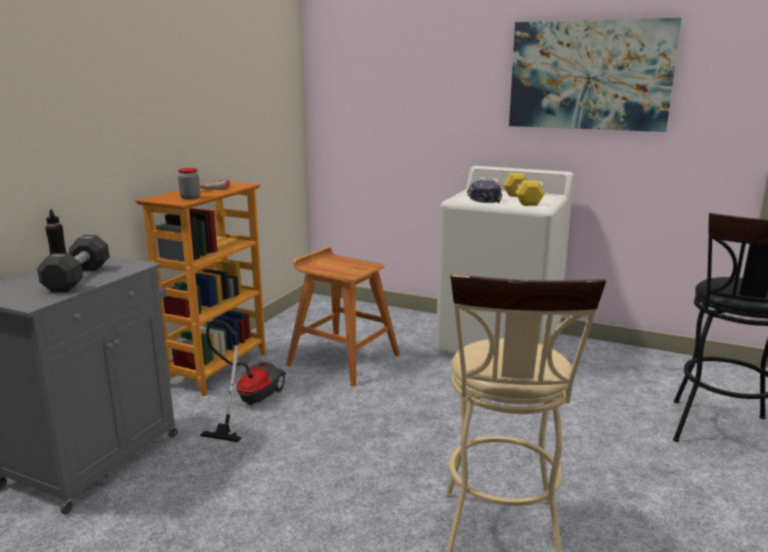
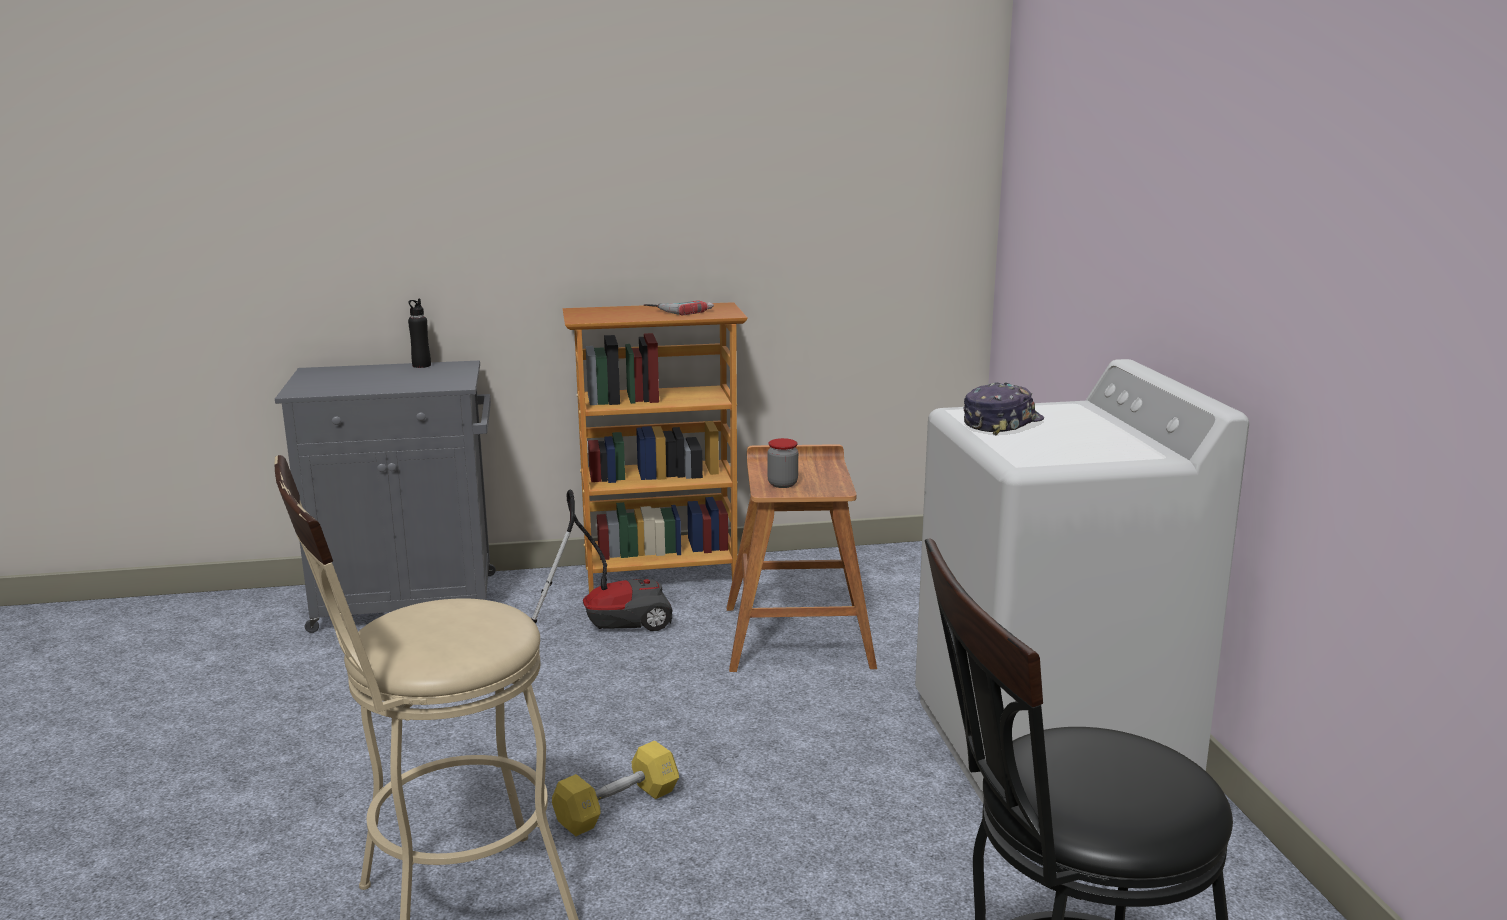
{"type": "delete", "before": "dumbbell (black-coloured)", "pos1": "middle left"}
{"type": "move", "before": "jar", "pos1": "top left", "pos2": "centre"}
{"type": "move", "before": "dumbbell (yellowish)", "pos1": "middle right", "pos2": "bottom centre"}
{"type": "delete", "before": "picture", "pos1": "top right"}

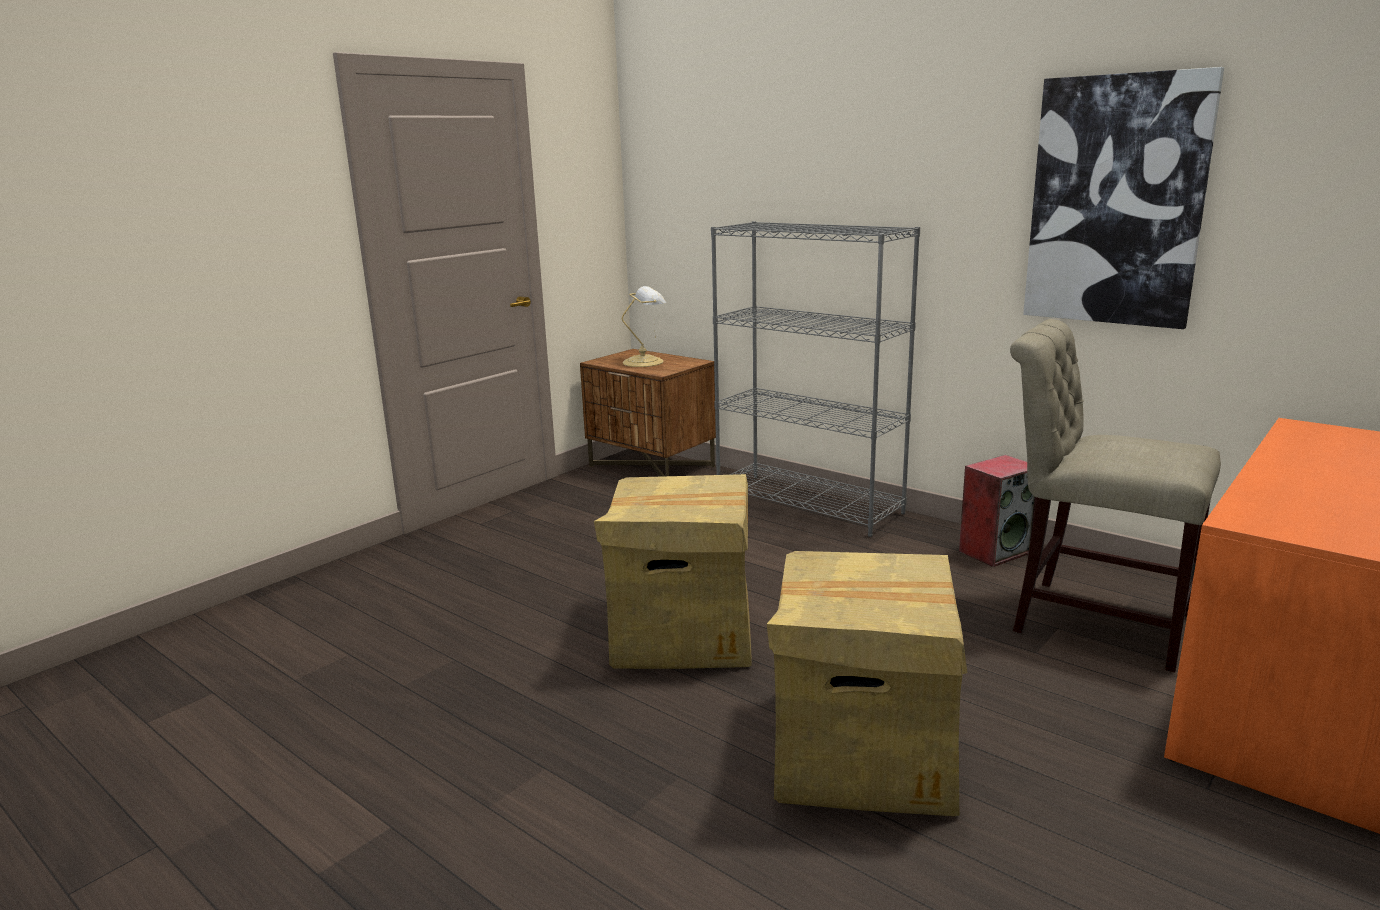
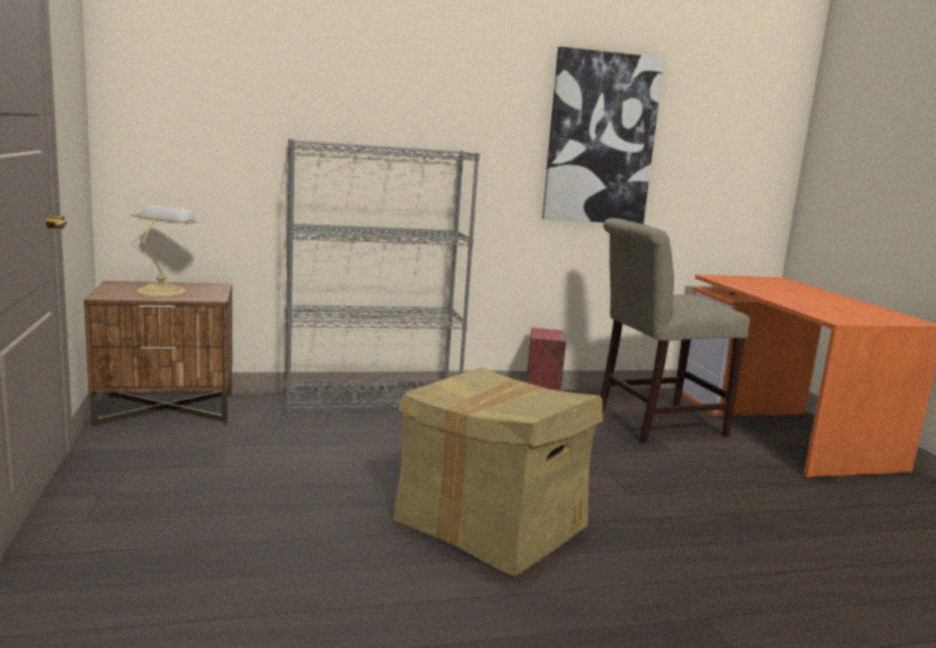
{"type": "delete", "before": "cardboard box (2nd from left)", "pos1": "bottom centre"}

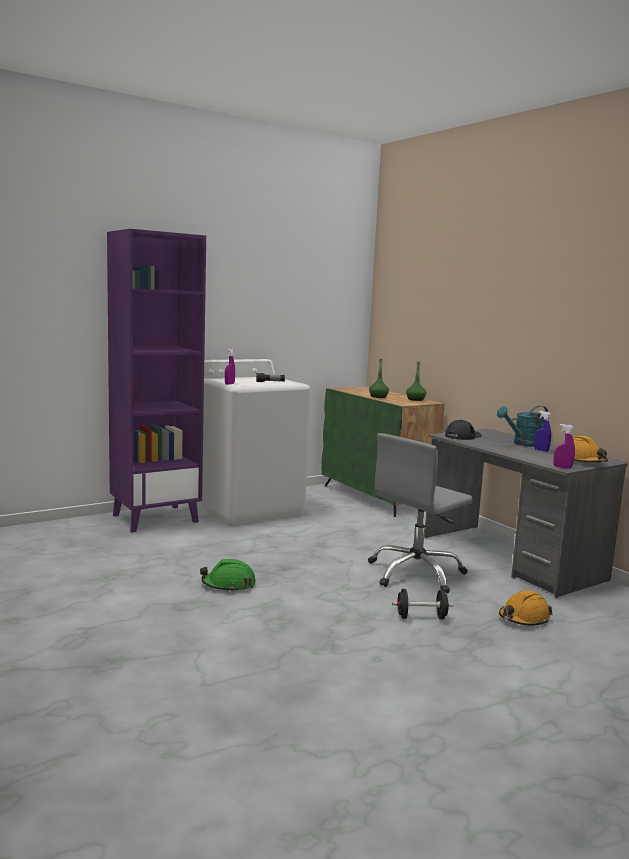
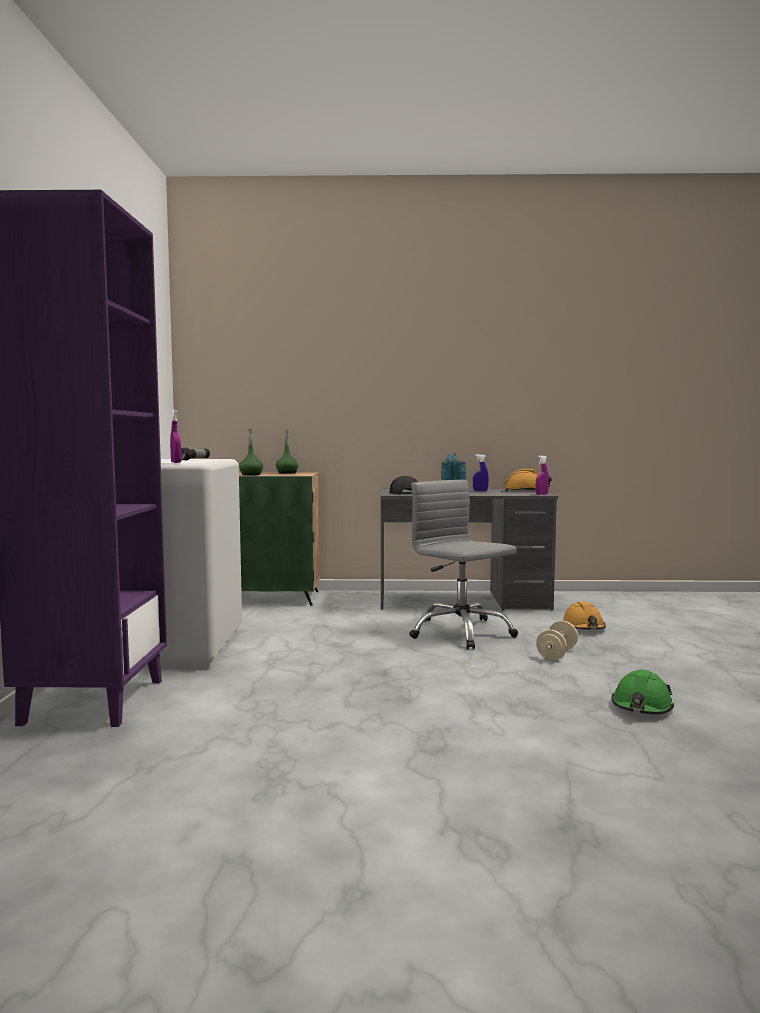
{"type": "move", "before": "hard hat (green)", "pos1": "bottom centre", "pos2": "bottom right"}
{"type": "rotate", "before": "computer chair (gray)", "pos1": "middle right", "pos2": "centre", "turn": 150}
{"type": "recolor", "before": "dumbbell (black-coloured)", "after": "dumbbell (beige)", "pos1": "bottom right", "pos2": "middle right"}

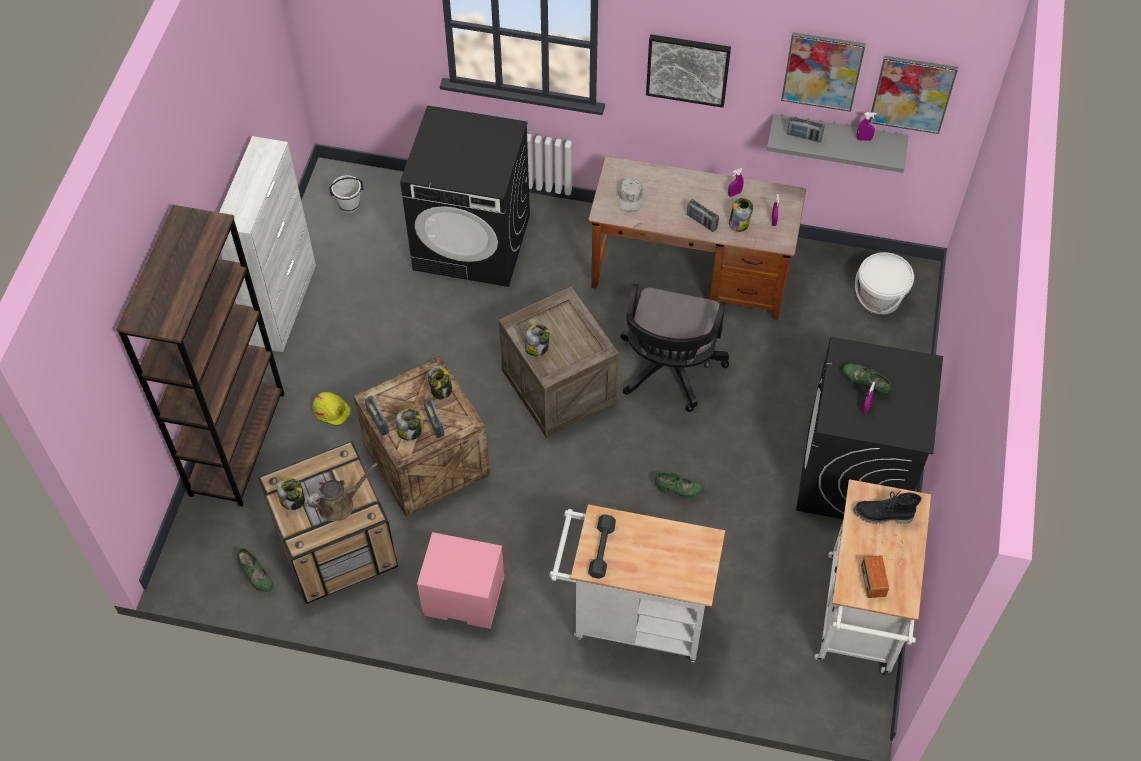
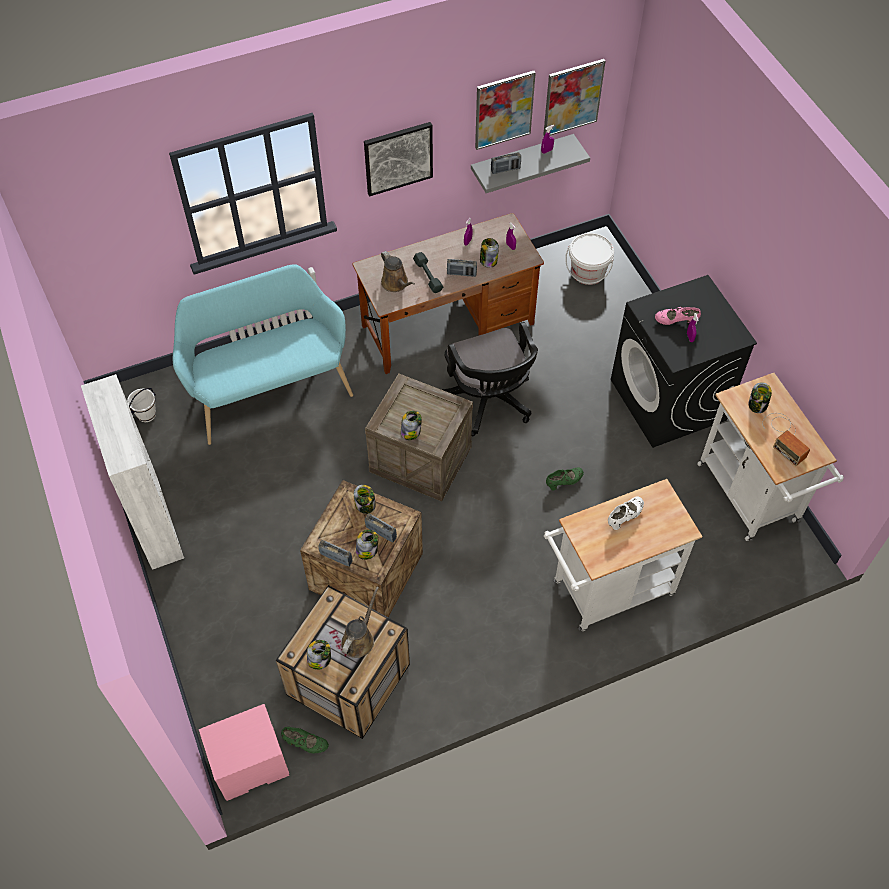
{"type": "delete", "before": "shelving unit (brown-coloured)", "pos1": "middle left"}
{"type": "delete", "before": "hard hat (yellowish)", "pos1": "middle left"}
{"type": "replace", "before": "laundry appliance (black-coloured) (1st from left)", "after": "indoor bench (turquoise)", "pos1": "top centre", "pos2": "middle left"}
{"type": "move", "before": "nightstand (pinkish)", "pos1": "bottom centre", "pos2": "bottom left"}
{"type": "move", "before": "dumbbell (gray)", "pos1": "bottom centre", "pos2": "top centre"}
{"type": "replace", "before": "cap (white-coloured)", "after": "watering pot (brown-coloured) (2nd from left)", "pos1": "top centre", "pos2": "top centre"}
{"type": "recolor", "before": "shoe (green) (3rd from left)", "after": "shoe (pinkish)", "pos1": "middle right", "pos2": "middle right"}
{"type": "replace", "before": "tall boot (black-coloured)", "after": "jar (6th from left)", "pos1": "middle right", "pos2": "middle right"}
{"type": "insert", "after": "shoe (white-coloured)", "pos2": "middle right"}

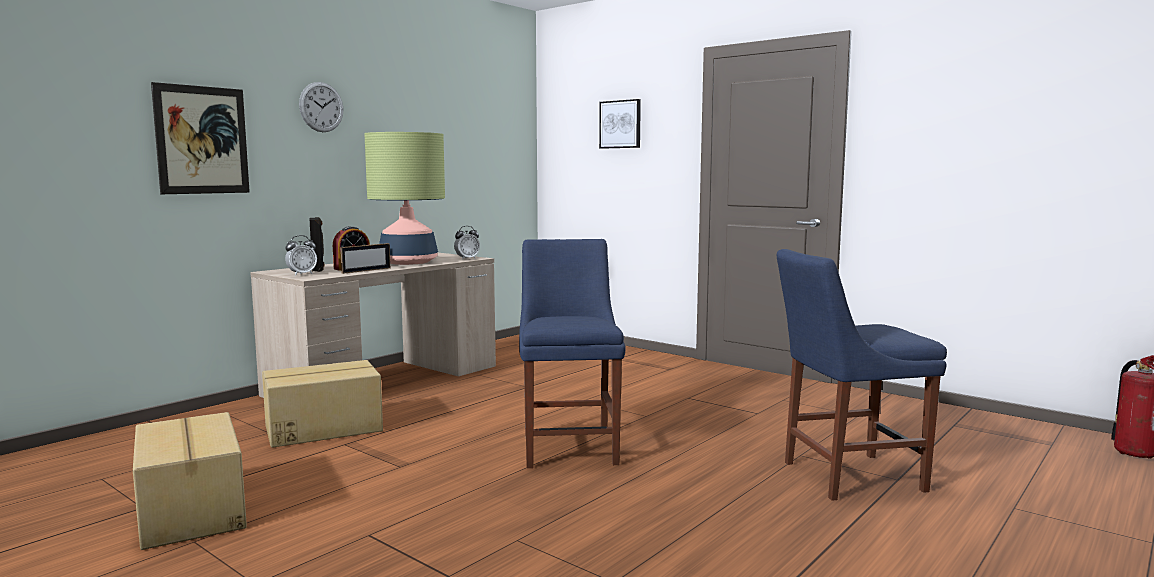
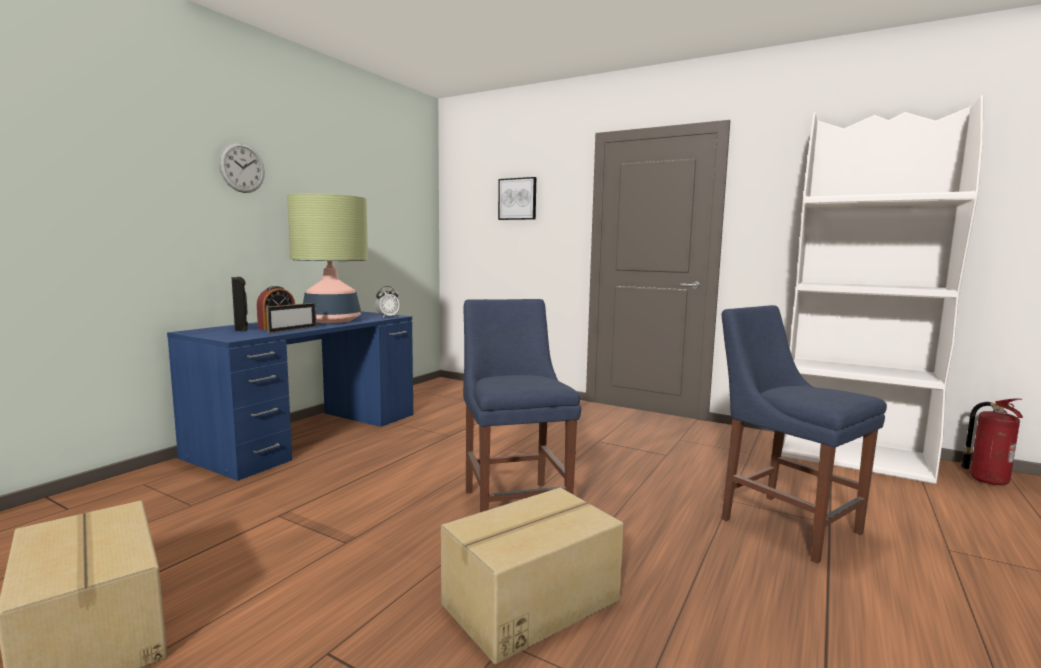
{"type": "delete", "before": "picture (1st from left)", "pos1": "top left"}
{"type": "recolor", "before": "desk (beige)", "after": "desk (blue)", "pos1": "middle left", "pos2": "middle left"}
{"type": "move", "before": "cardboard box (2nd from left)", "pos1": "bottom left", "pos2": "bottom centre"}
{"type": "delete", "before": "table clock (1st from left)", "pos1": "middle left"}
{"type": "rotate", "before": "upright chair (blue) (2nd from left)", "pos1": "middle right", "pos2": "middle right", "turn": 75}
{"type": "insert", "after": "shelving unit (white-coloured)", "pos2": "middle right"}

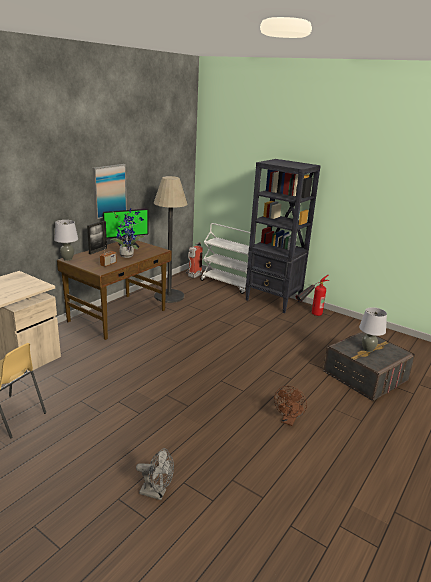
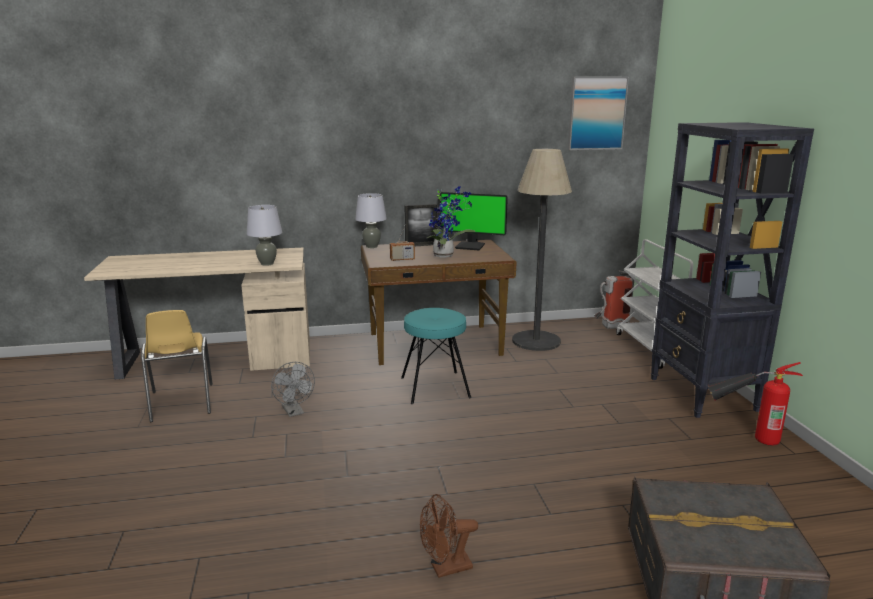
{"type": "move", "before": "picture", "pos1": "top left", "pos2": "top right"}
{"type": "move", "before": "cooling fan (gray)", "pos1": "bottom centre", "pos2": "centre"}
{"type": "move", "before": "lamp for a table (gray) (2nd from left in the first image)", "after": "lamp for a table (gray) (1st from left)", "pos1": "middle right", "pos2": "middle left"}
{"type": "insert", "after": "stool (turquoise)", "pos2": "centre"}

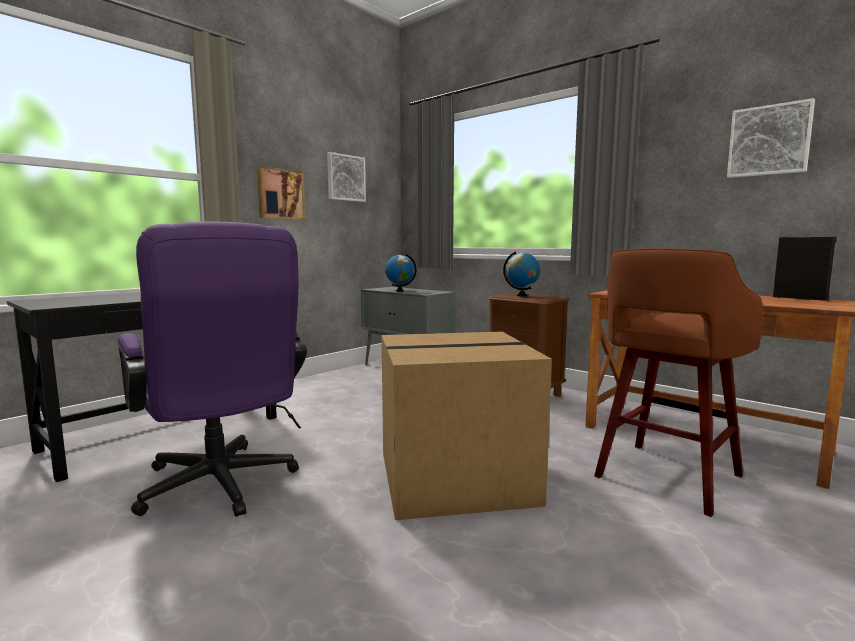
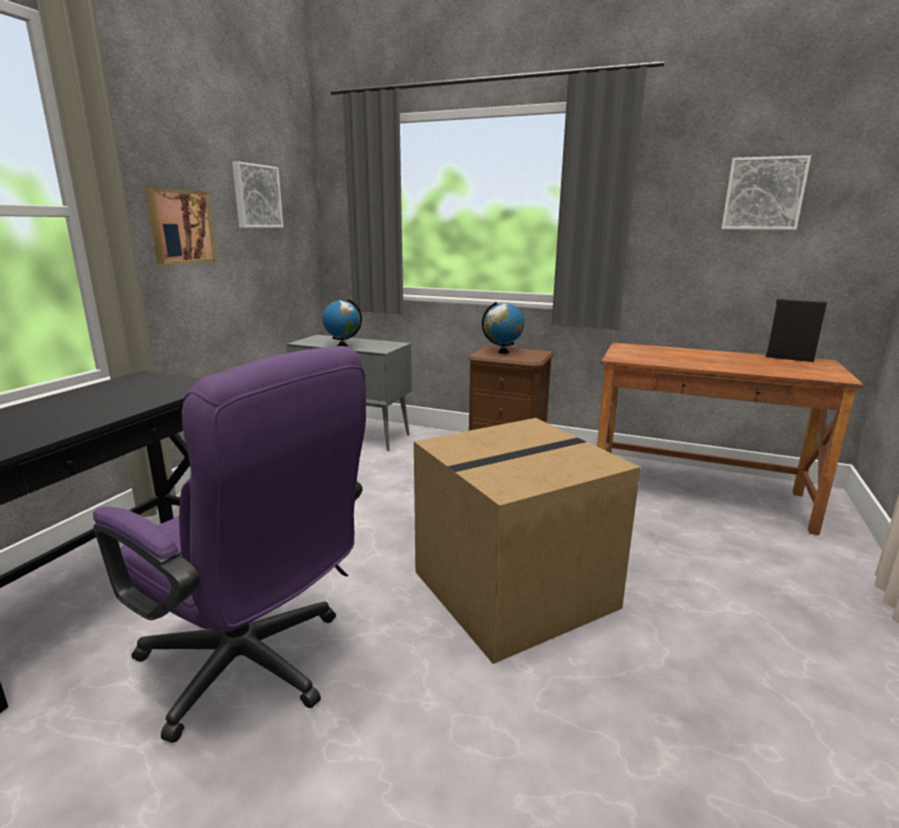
{"type": "delete", "before": "stool (brown-coloured)", "pos1": "middle right"}

